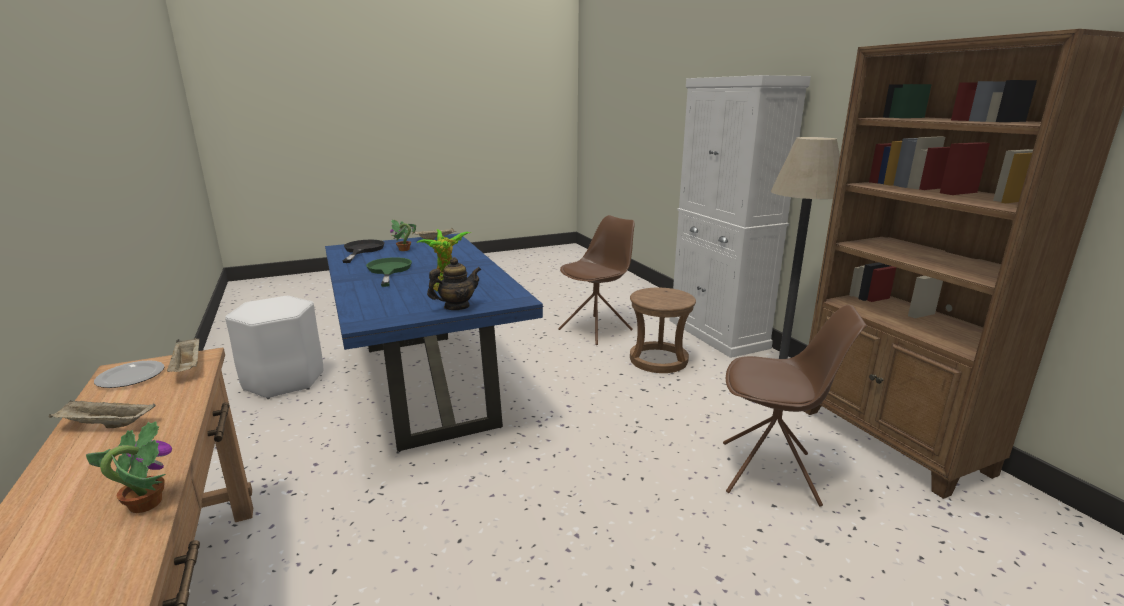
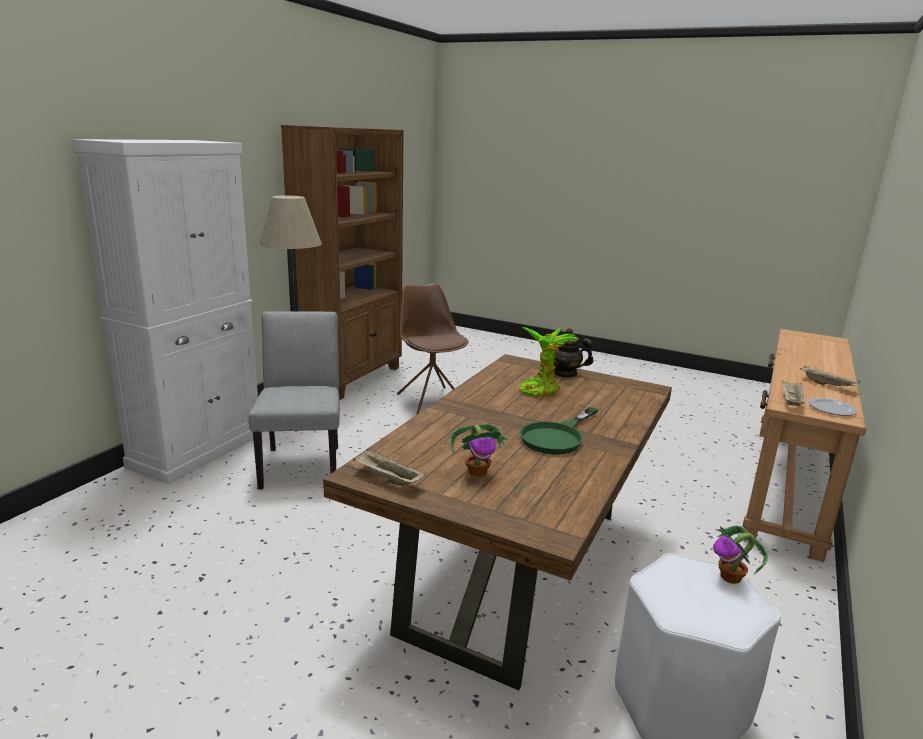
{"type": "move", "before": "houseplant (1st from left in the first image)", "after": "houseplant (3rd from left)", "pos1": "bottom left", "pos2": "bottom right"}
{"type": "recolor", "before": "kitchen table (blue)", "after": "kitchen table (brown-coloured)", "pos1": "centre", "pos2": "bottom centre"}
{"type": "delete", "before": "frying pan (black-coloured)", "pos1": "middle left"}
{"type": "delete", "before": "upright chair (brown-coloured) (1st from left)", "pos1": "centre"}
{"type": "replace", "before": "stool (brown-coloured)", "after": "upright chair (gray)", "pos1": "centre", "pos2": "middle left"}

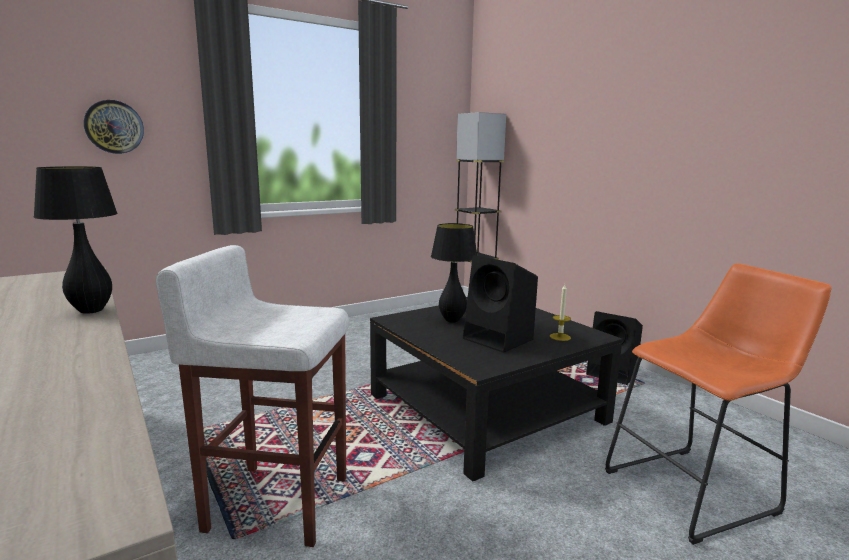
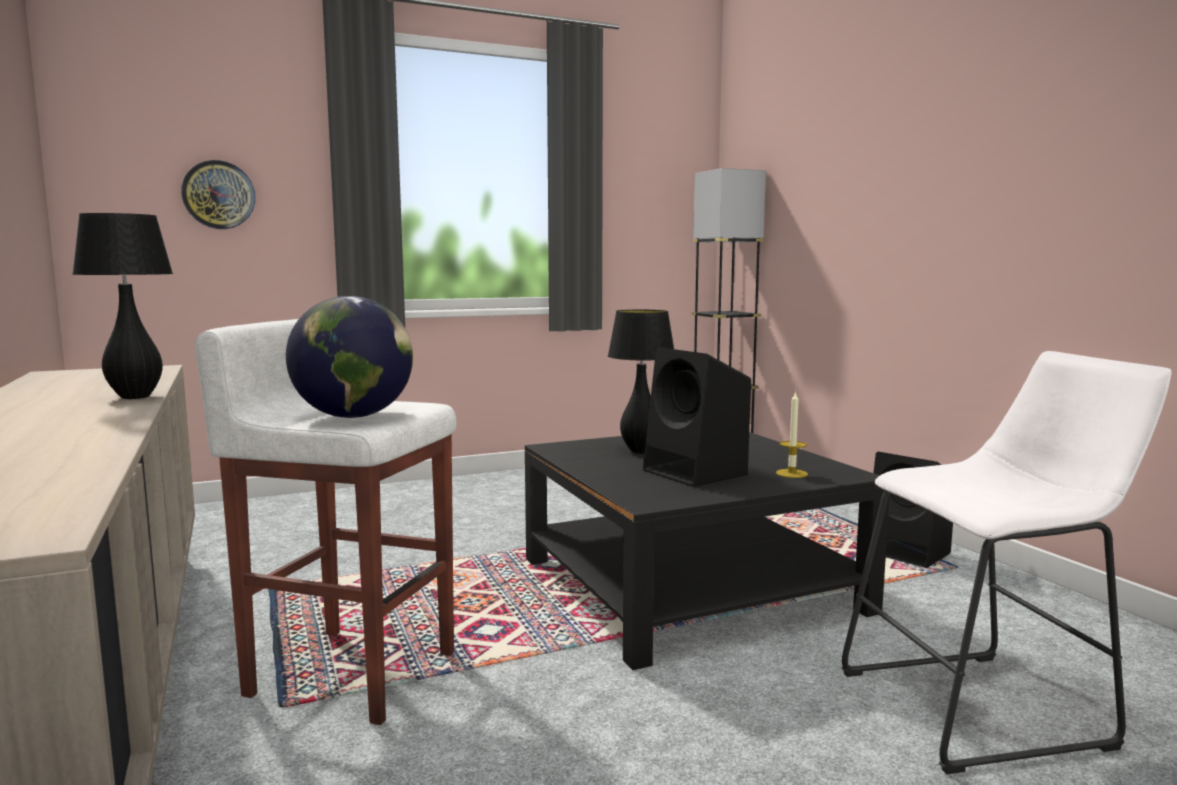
{"type": "recolor", "before": "stool (orange-coloured)", "after": "stool (white-coloured) (2nd from left)", "pos1": "bottom right", "pos2": "bottom right"}
{"type": "insert", "after": "globe", "pos2": "middle left"}

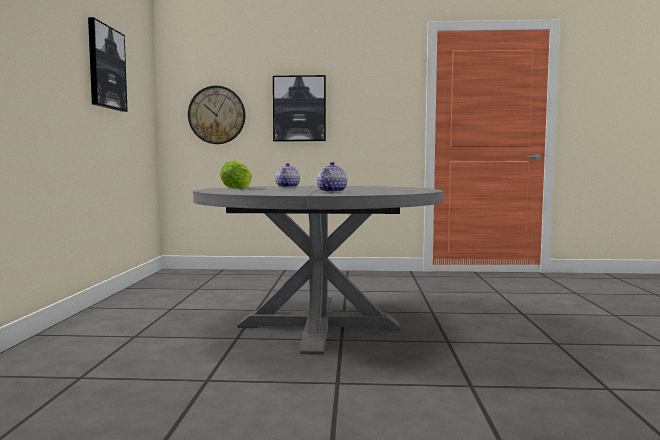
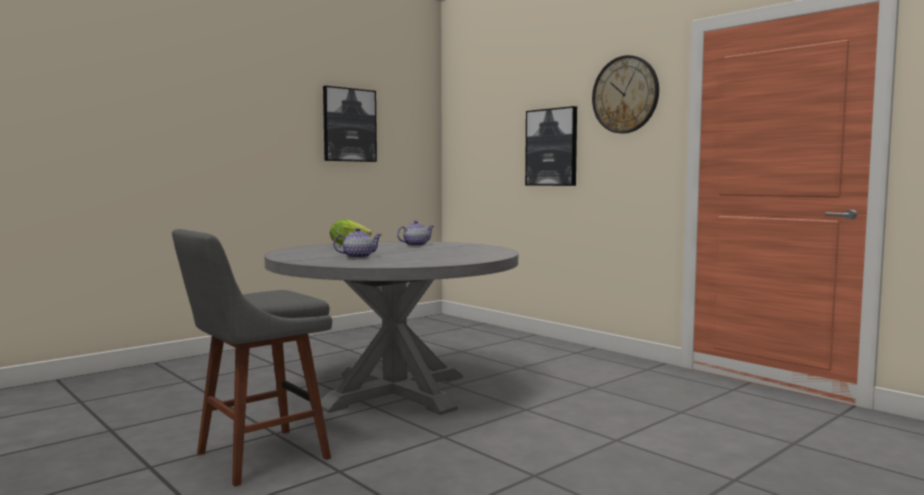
{"type": "move", "before": "wall clock", "pos1": "top left", "pos2": "top right"}
{"type": "insert", "after": "stool (gray)", "pos2": "bottom left"}

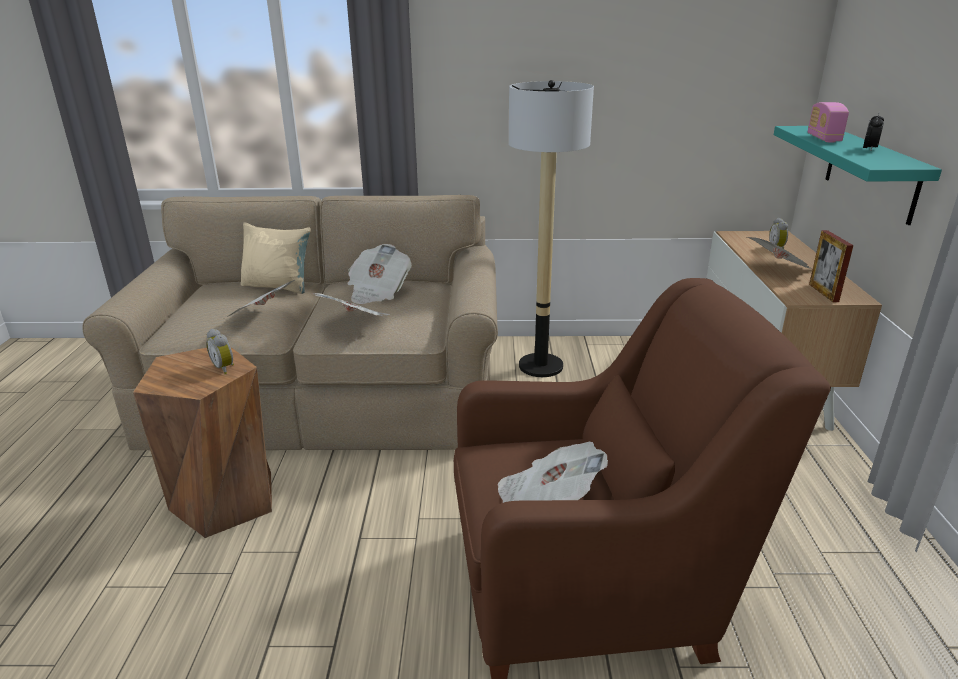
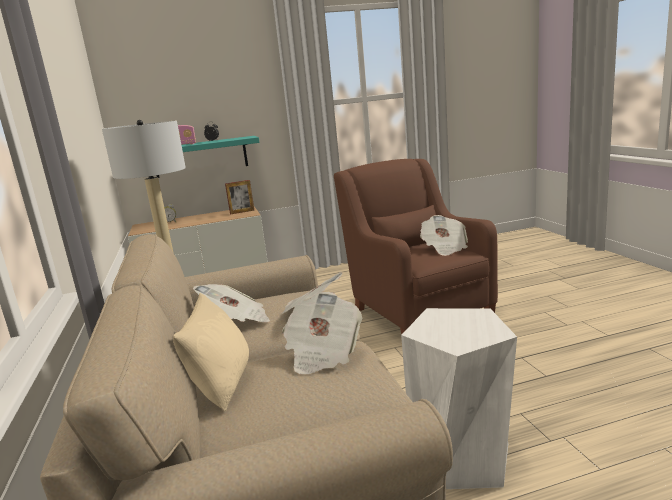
{"type": "recolor", "before": "stool (brown-coloured)", "after": "stool (white-coloured)", "pos1": "middle left", "pos2": "bottom right"}
{"type": "delete", "before": "table clock (1st from left)", "pos1": "middle left"}
{"type": "delete", "before": "newspaper (5th from left)", "pos1": "middle right"}

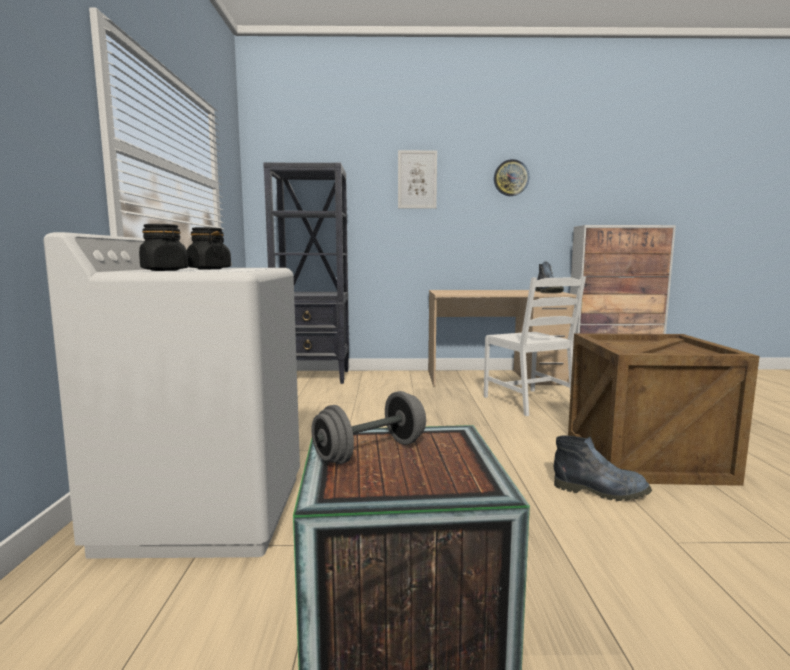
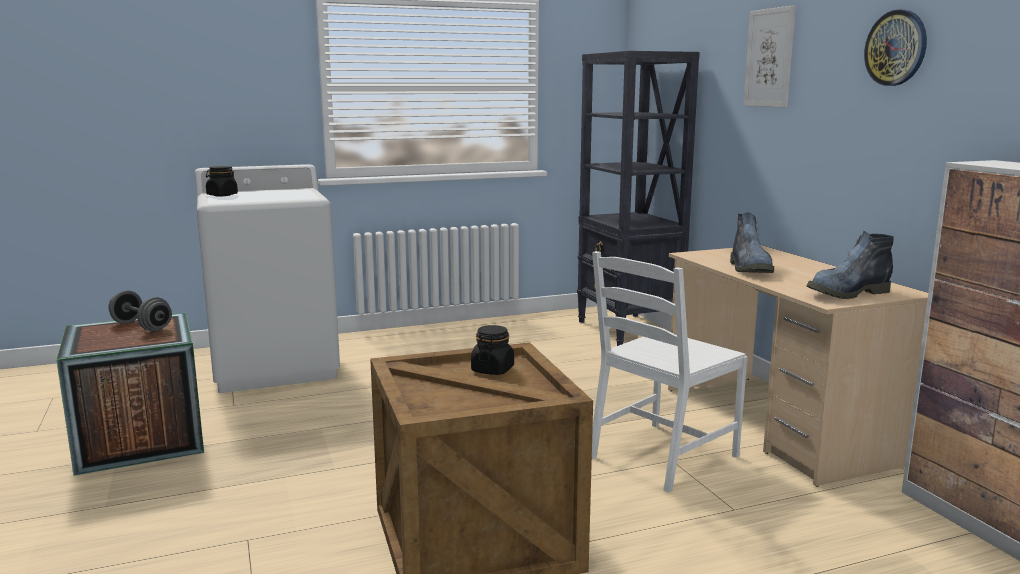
{"type": "move", "before": "jar (black-coloured) (2nd from left)", "pos1": "middle left", "pos2": "centre"}
{"type": "move", "before": "tall boot (2nd from left in the first image)", "after": "tall boot (1st from left)", "pos1": "bottom right", "pos2": "middle right"}

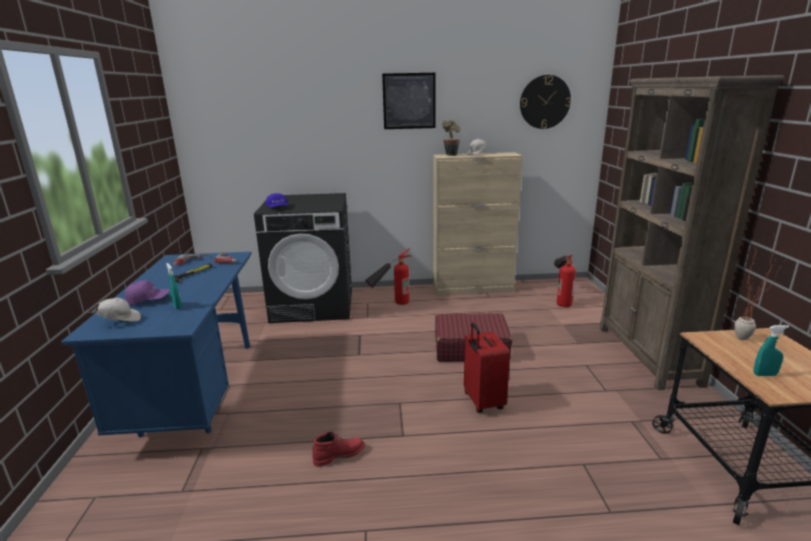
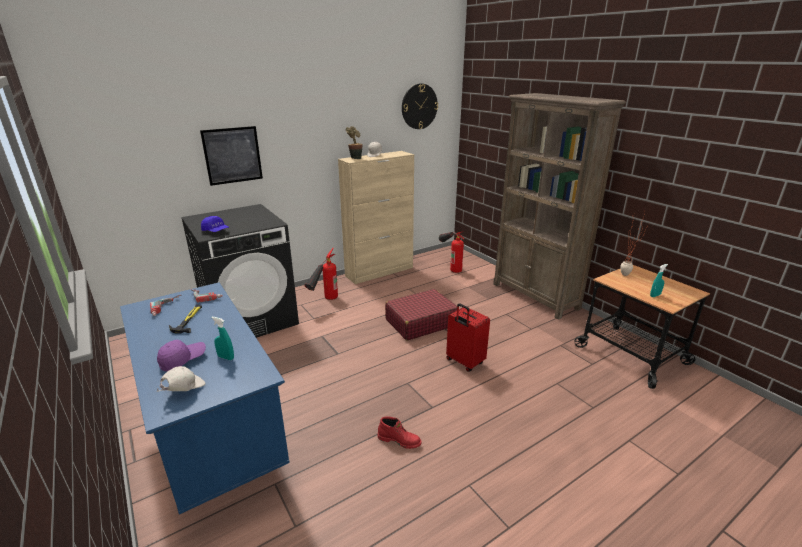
{"type": "rotate", "before": "tall boot (red-coloured)", "pos1": "bottom centre", "pos2": "bottom centre", "turn": 75}
{"type": "move", "before": "picture", "pos1": "top centre", "pos2": "top left"}

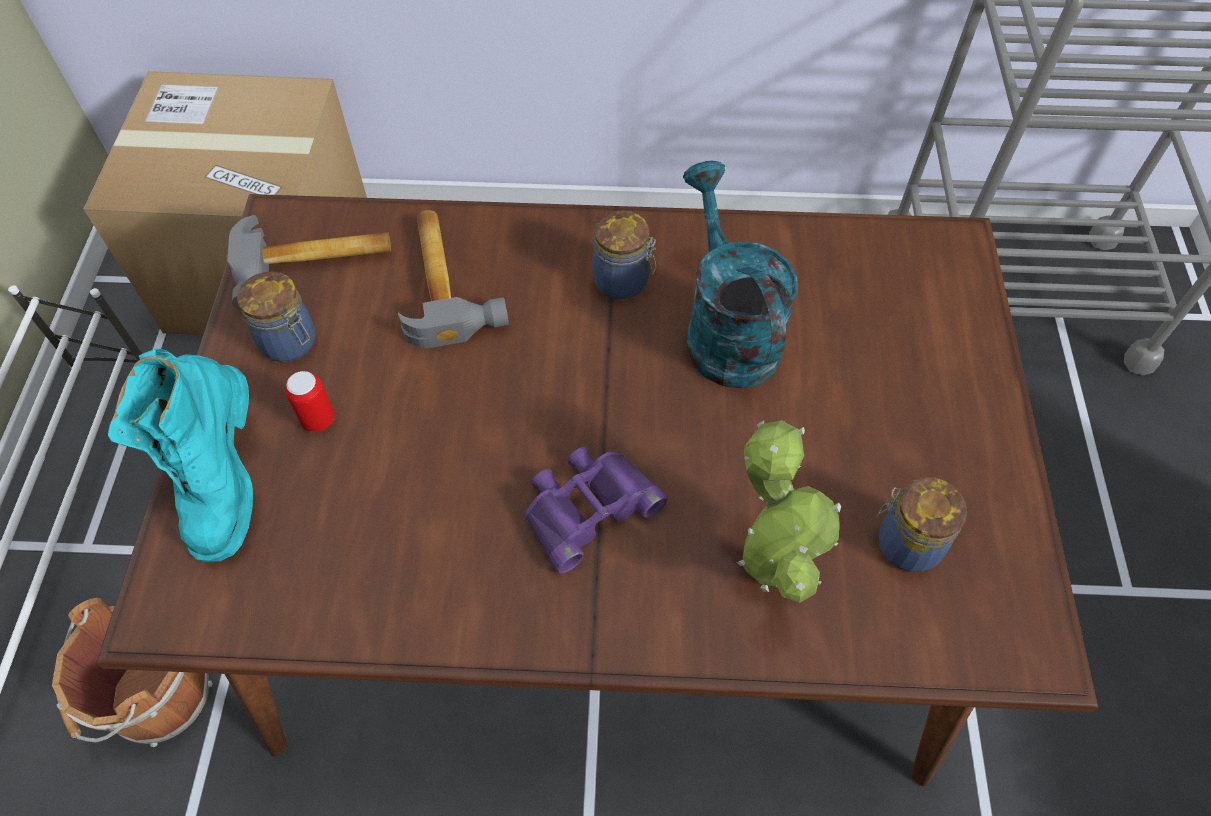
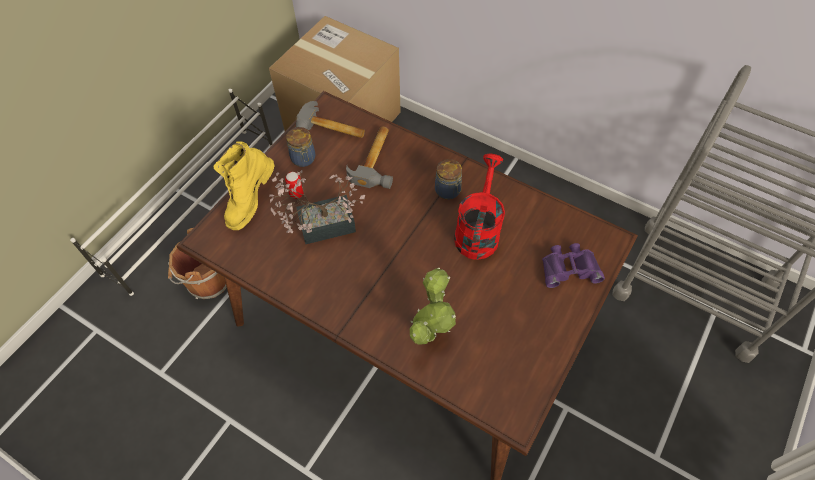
{"type": "recolor", "before": "tall boot (turquoise)", "after": "tall boot (yellowish)", "pos1": "middle left", "pos2": "middle left"}
{"type": "move", "before": "field glasses (purple)", "pos1": "centre", "pos2": "middle right"}
{"type": "recolor", "before": "watering pot (turquoise)", "after": "watering pot (red-coloured)", "pos1": "centre", "pos2": "centre"}
{"type": "delete", "before": "jar (3rd from left)", "pos1": "middle right"}
{"type": "insert", "after": "houseplant (1st from left)", "pos2": "centre"}

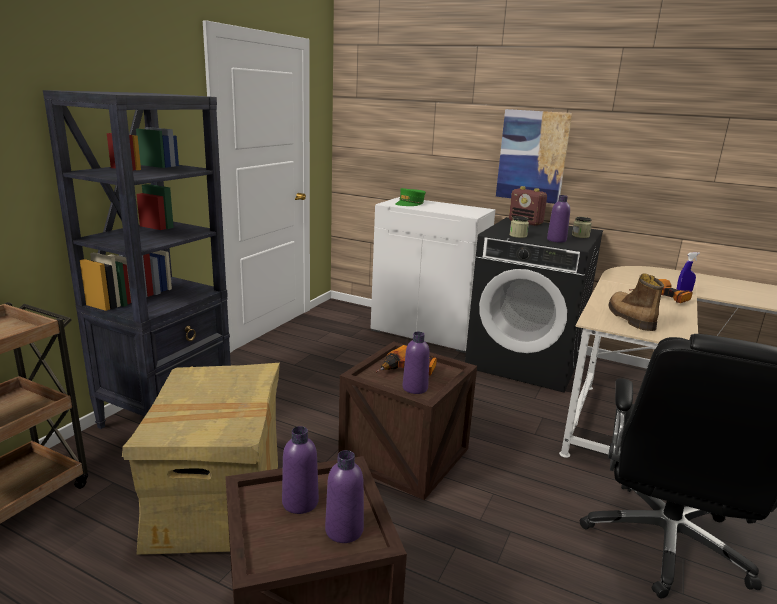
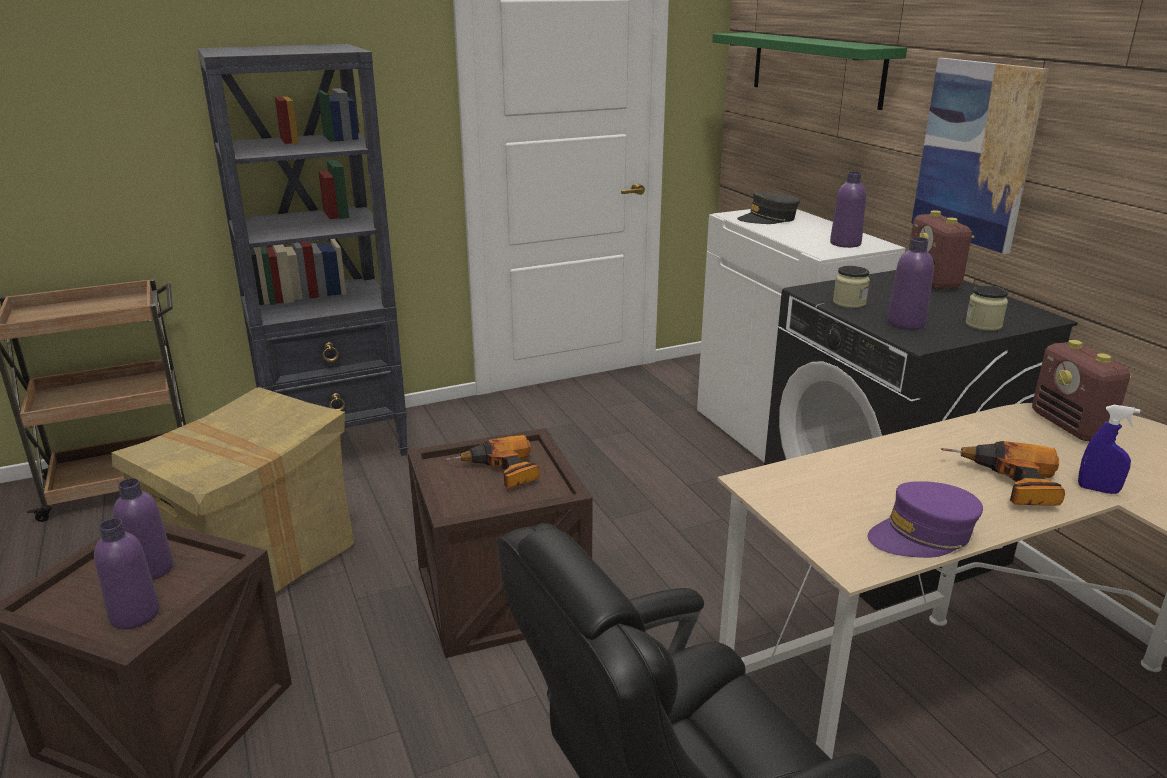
{"type": "recolor", "before": "cap (green)", "after": "cap (gray)", "pos1": "top centre", "pos2": "top centre"}
{"type": "move", "before": "drink bottle (purple) (3rd from left)", "pos1": "centre", "pos2": "top right"}
{"type": "delete", "before": "tall boot", "pos1": "middle right"}
{"type": "insert", "after": "shelf (green)", "pos2": "top right"}
{"type": "insert", "after": "cap (purple)", "pos2": "bottom right"}
{"type": "insert", "after": "radio (2nd from left)", "pos2": "middle right"}

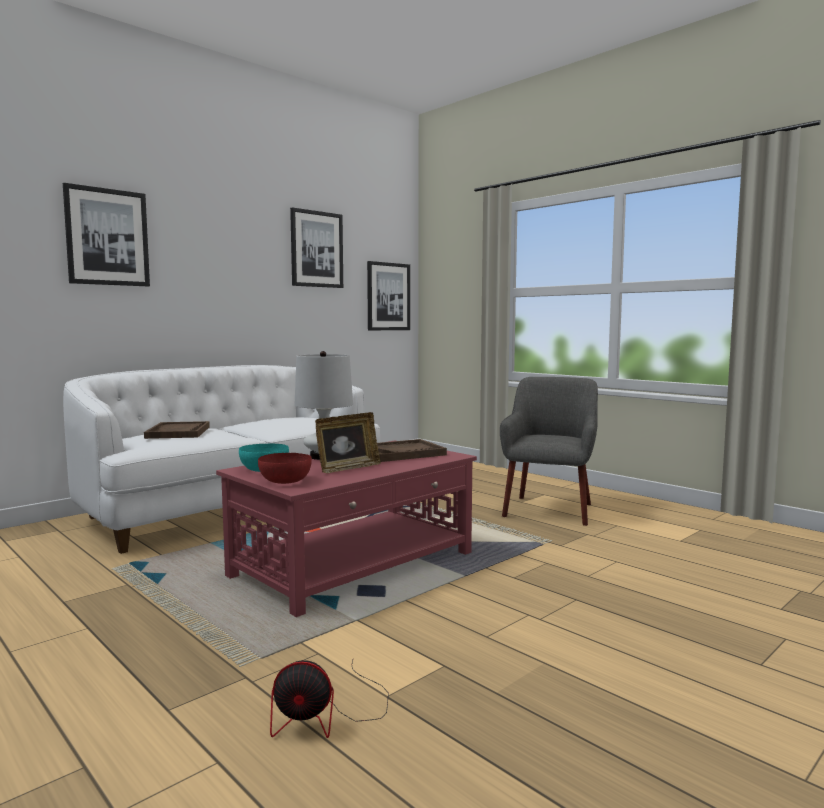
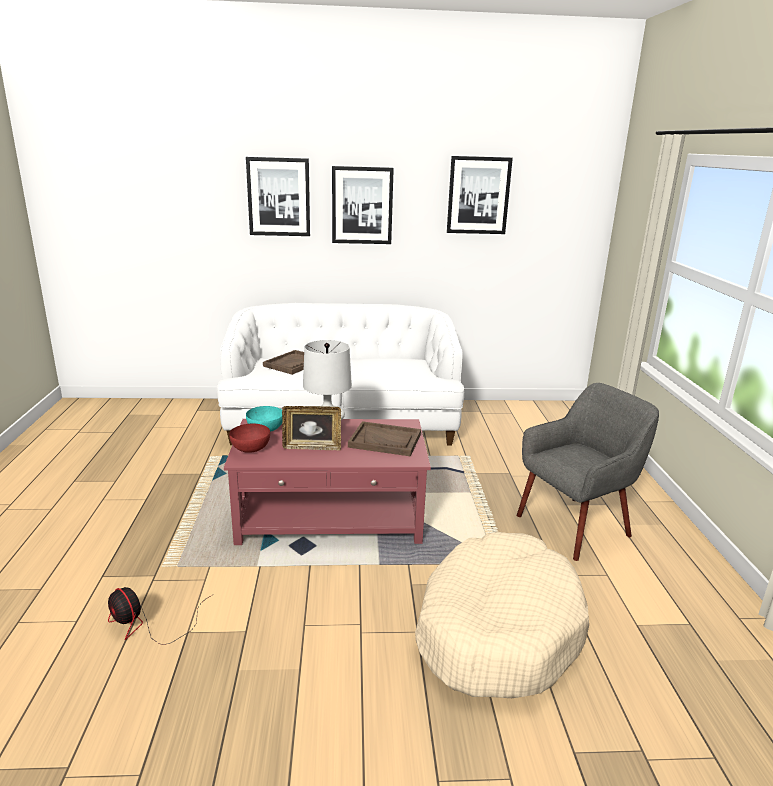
{"type": "move", "before": "picture (3rd from left in the first image)", "after": "picture (2nd from left)", "pos1": "centre", "pos2": "top centre"}
{"type": "insert", "after": "dog bed (beige)", "pos2": "bottom centre"}

